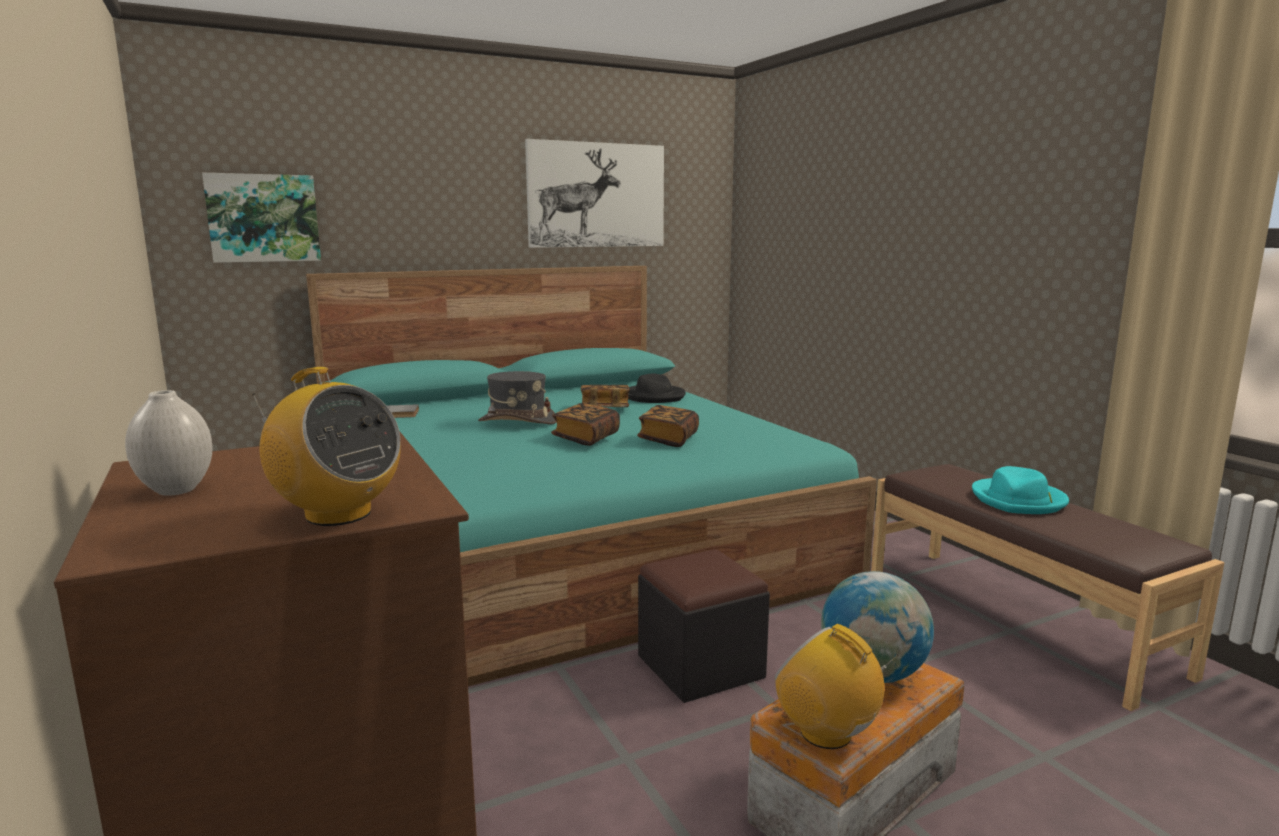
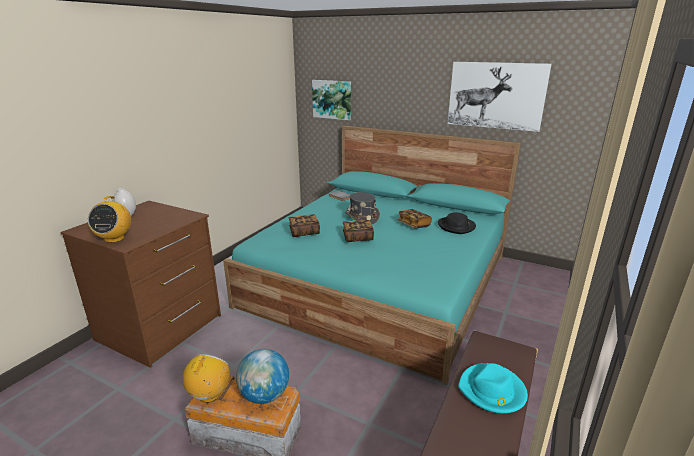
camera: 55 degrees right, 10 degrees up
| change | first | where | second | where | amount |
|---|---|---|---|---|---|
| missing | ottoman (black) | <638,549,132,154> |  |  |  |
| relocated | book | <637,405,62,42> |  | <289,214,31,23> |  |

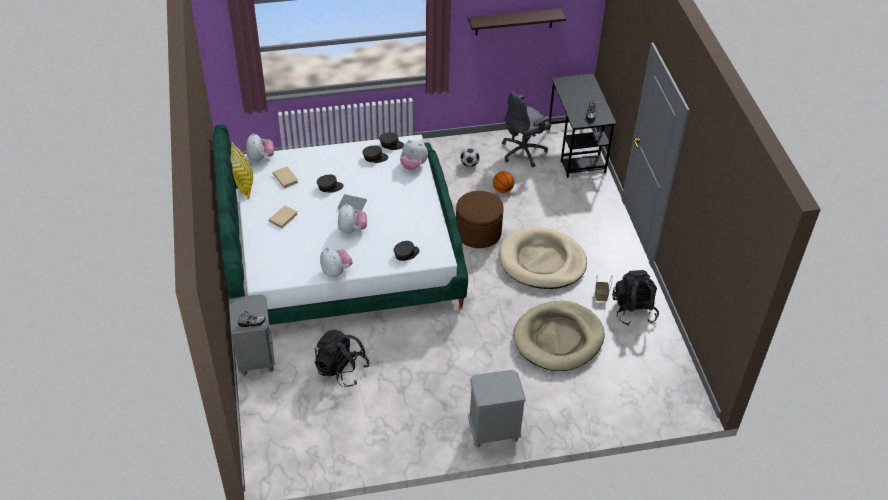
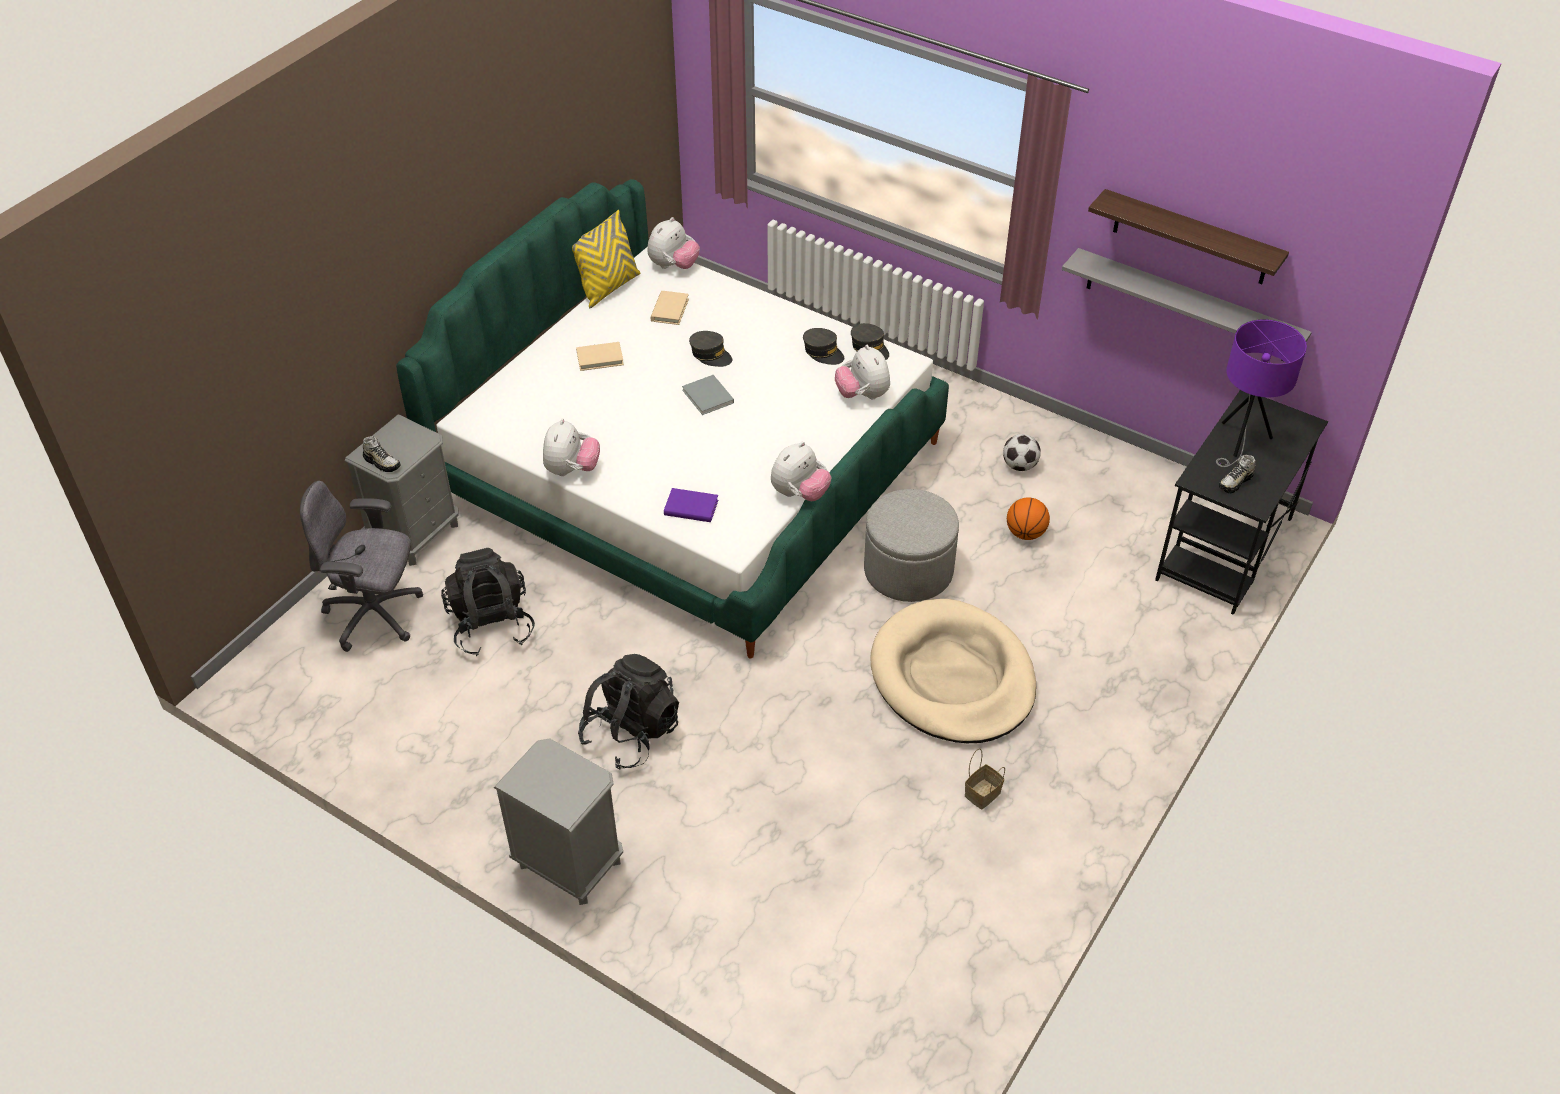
camera: 45 degrees right, 0 degrees up
| change | first | where | second | where | amount |
|---|---|---|---|---|---|
| missing | dog bed (beige) | <513,301,92,70> |  |  |  |
| appeared |  |  | shelf (grey) | <1062,248,250,113> |  |
| appeared |  |  | table lamp (purple) | <1216,319,91,148> |  |
| relocated | plush toy | <338,204,29,30> |  | <771,442,61,59> |  |
| relocated | office chair (grey) | <502,92,49,75> |  | <300,481,123,171> |  |
| relocated | backpack (black) | <612,270,47,56> |  | <578,654,101,116> |  |
| exchanged | cap (grey) | <394,241,26,20> | book (purple) | <664,488,54,34> |  |
| colour | ottoman (brown) | <456,191,48,57> | ottoman (grey) | <864,489,95,113> |  |

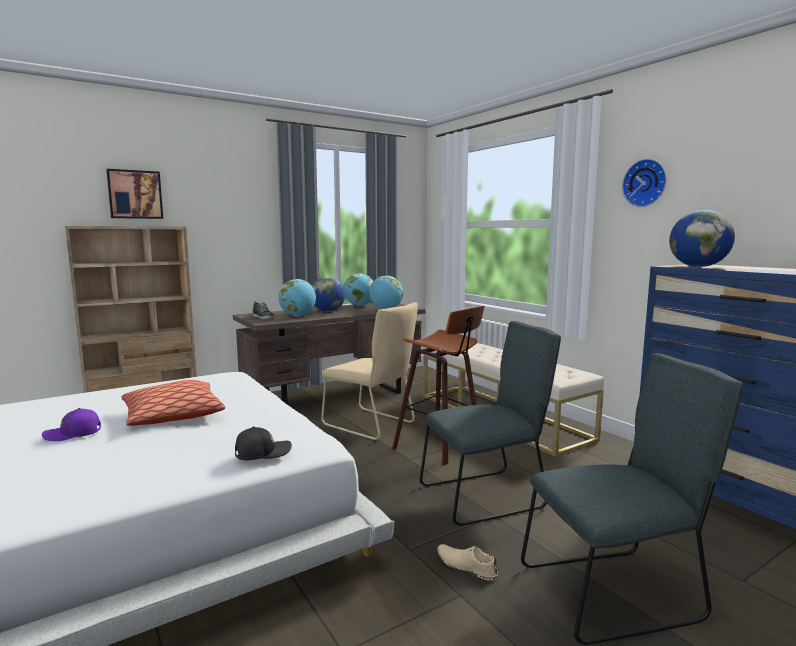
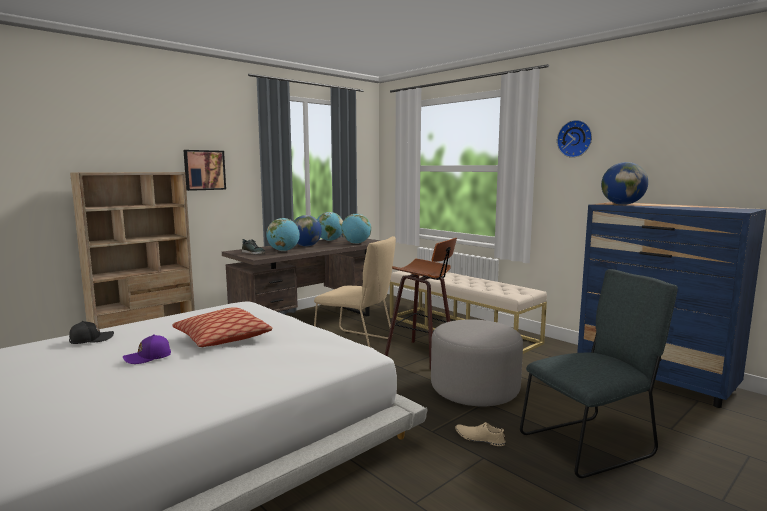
camera: 10 degrees left, 0 degrees up
| change | first | where | second | where | amount |
|---|---|---|---|---|---|
| relocated | picture | <106,169,57,50> |  | <184,150,42,41> |  |
| relocated | cap (black) | <235,426,57,34> |  | <69,321,45,23> |  |
| exchanged | chair (grey) | <420,321,141,205> | ottoman (grey) | <431,319,92,87> |  |

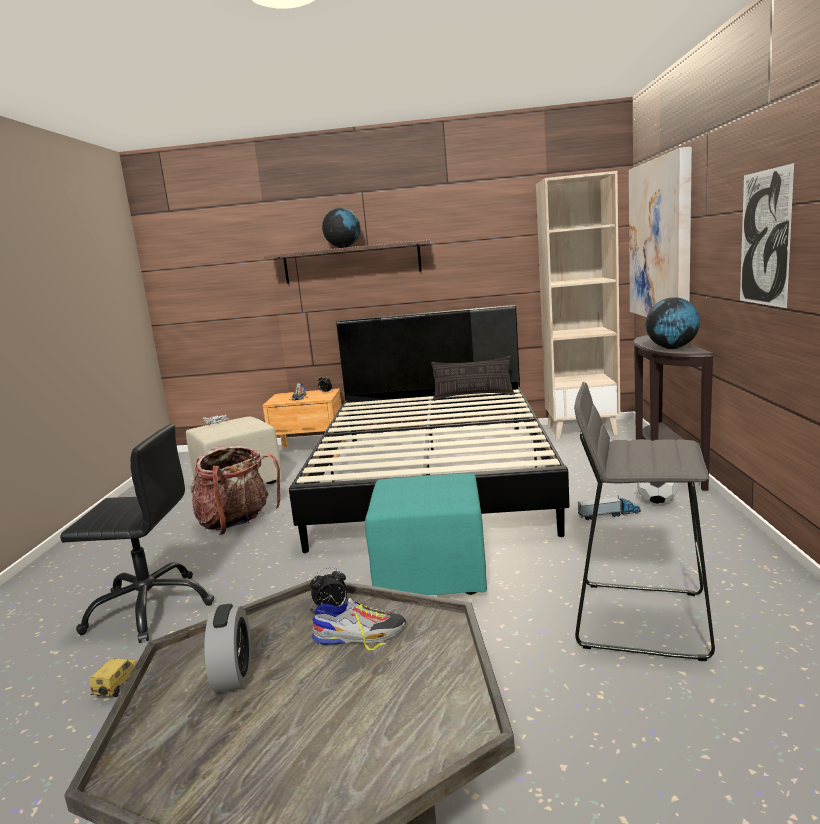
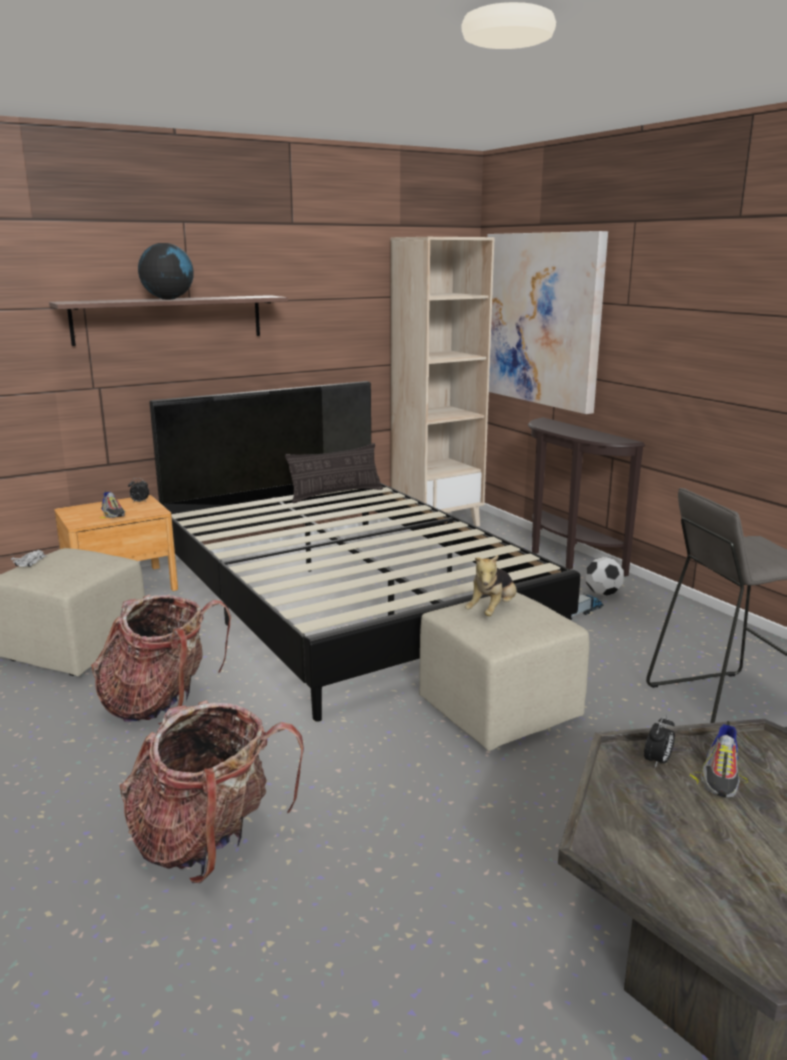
camera: 35 degrees left, 5 degrees up
| change | first | where | second | where | amount |
|---|---|---|---|---|---|
| missing | toy car | <90,658,48,39> |  |  |  |
| missing | alarm clock | <205,604,46,89> |  |  |  |
| missing | globe | <646,297,54,52> |  |  |  |
| missing | picture | <740,163,54,145> |  |  |  |
| appeared |  |  | plush toy | <465,554,52,62> |  |
| exchanged | office chair (black) | <60,424,155,219> | backpack | <120,700,184,183> |  |
| colour | ottoman (turquoise) | <365,473,122,122> | ottoman (beige) | <419,592,171,159> |  |
| spun | shoe | <310,598,96,52> |  | <690,721,58,77> | 150 degrees clockwise |

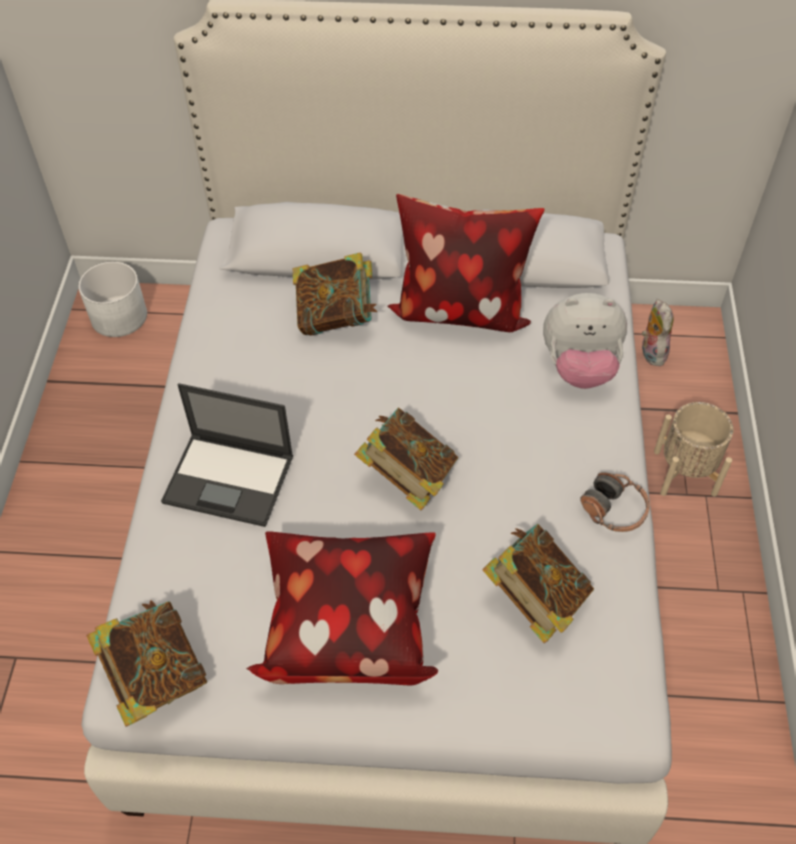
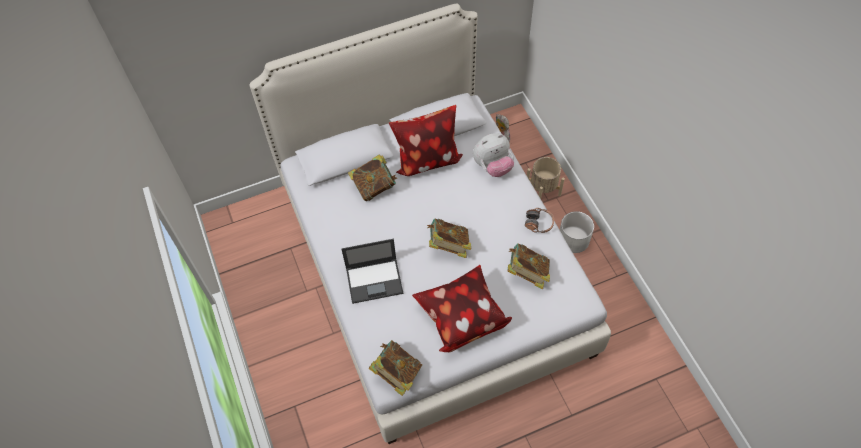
camera: 25 degrees left, 5 degrees up
| change | first | where | second | where | amount |
|---|---|---|---|---|---|
| relocated | planter (white) | <78,261,69,76> |  | <560,211,34,42> |  |

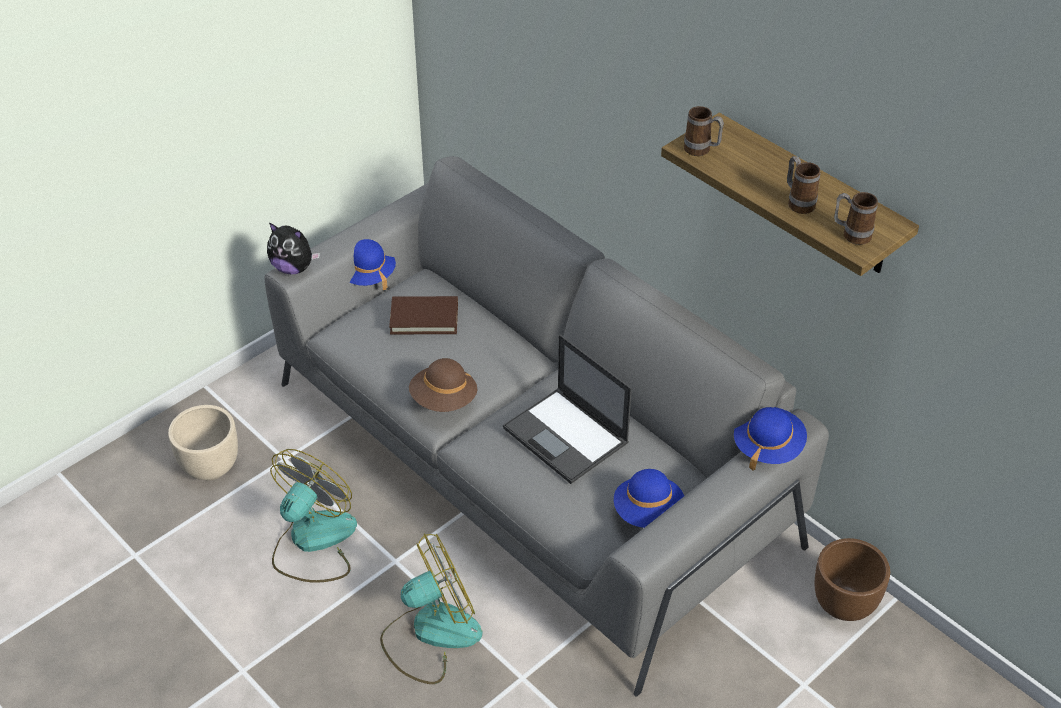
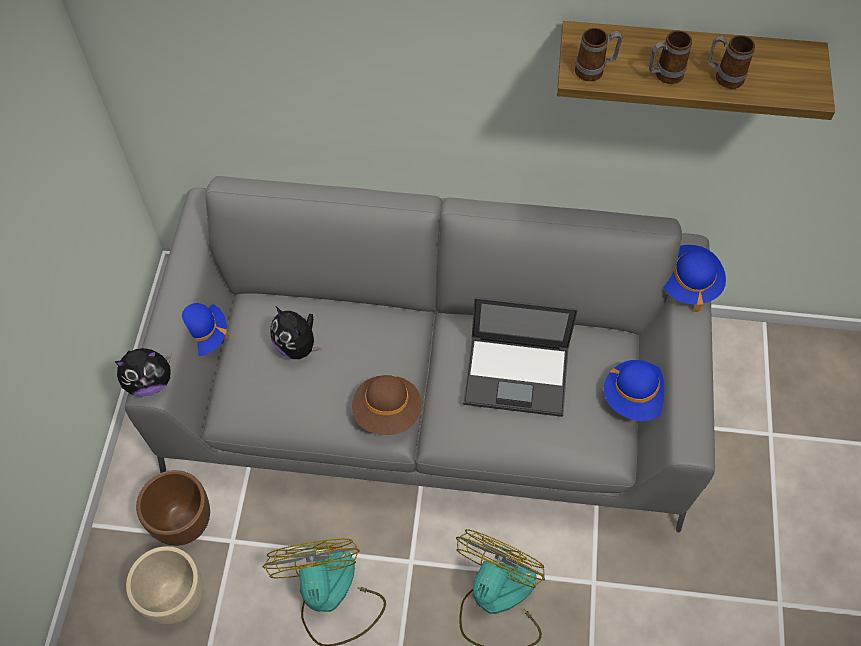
camera: 40 degrees left, 15 degrees up
| change | first | where | second | where | amount |
|---|---|---|---|---|---|
| relocated | planter (brown) | <815,538,75,83> |  | <136,470,74,76> |  |
| relocated | mug | <834,192,44,53> |  | <649,30,43,54> |  |
| exchanged | book (brown) | <389,296,69,38> | plush toy | <270,307,51,52> |  |

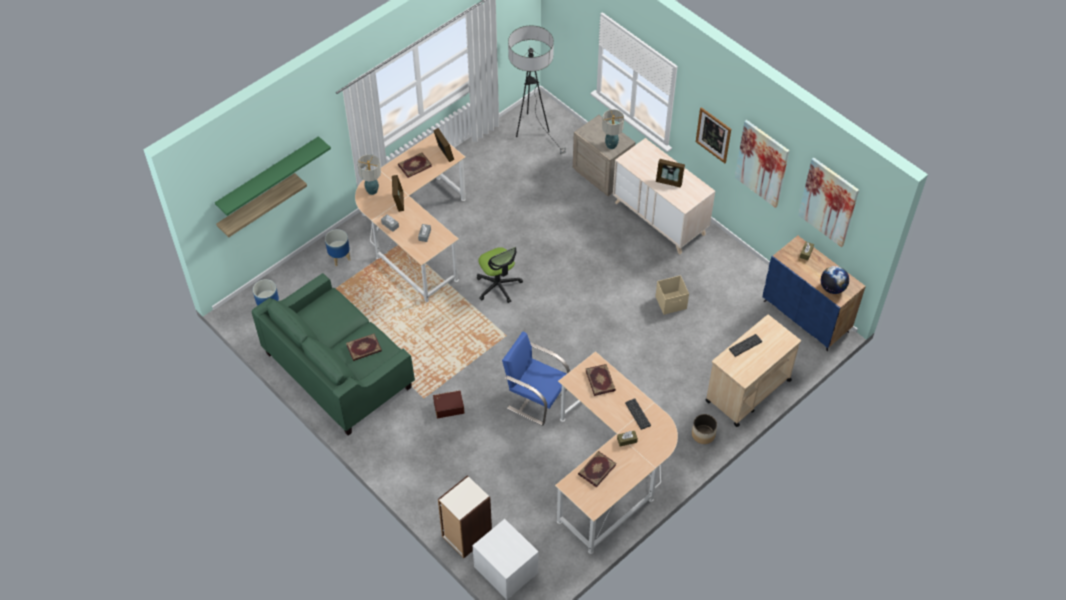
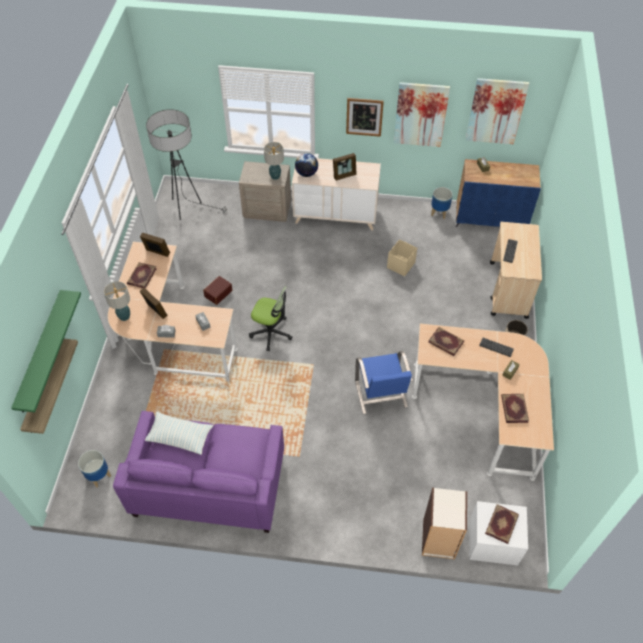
camera: 40 degrees left, 0 degrees up
| change | first | where | second | where | amount |
|---|---|---|---|---|---|
| appeared |  |  | pillow | <145,412,68,43> |  |
| relocated | planter | <325,229,26,37> |  | <431,187,22,32> |  |
| relocated | book | <346,333,36,28> |  | <485,504,34,40> |  |
| relocated | storage box (brown) | <433,390,31,28> |  | <203,276,29,29> |  |
| relocated | globe | <821,266,28,28> |  | <295,153,23,24> |  |
| colour | sofa (green) | <251,273,164,163> | sofa (purple) | <113,411,171,122> |  |
| spun | chair (blue) | <502,332,68,94> |  | <355,351,58,63> | 90 degrees counterclockwise |

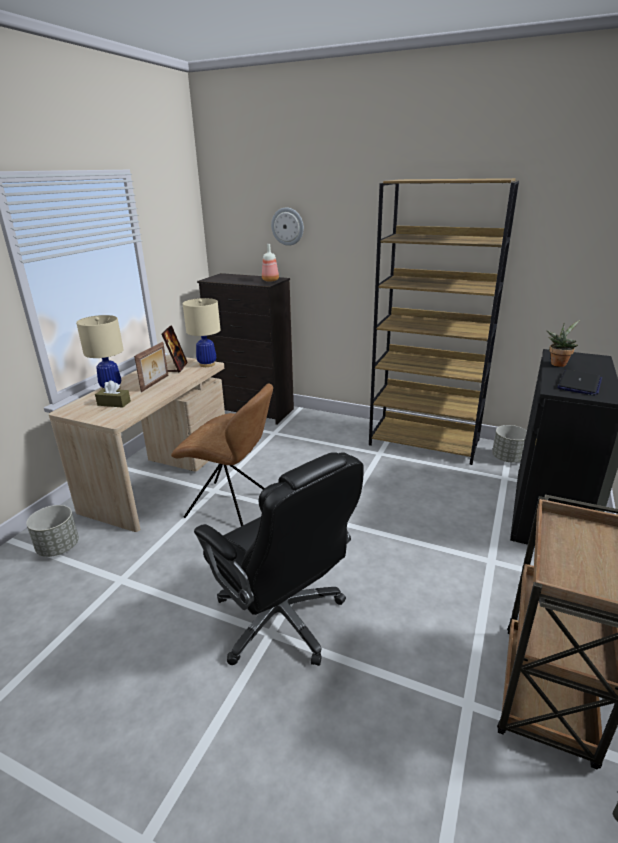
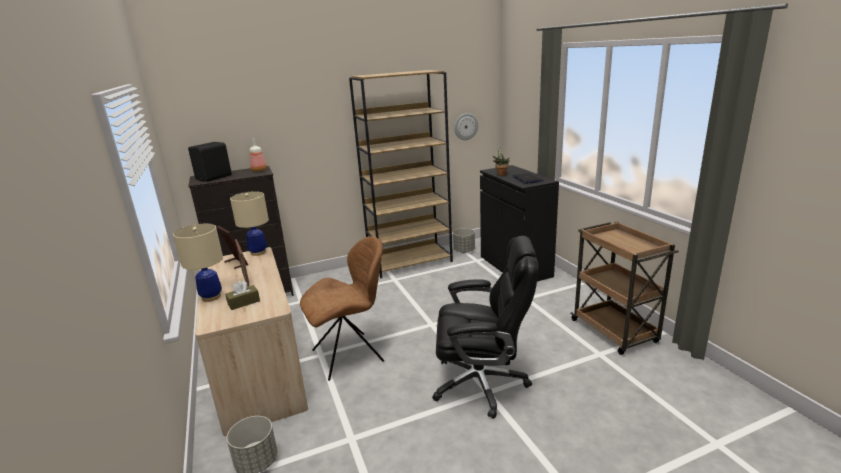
camera: 45 degrees left, 5 degrees down
| change | first | where | second | where | amount |
|---|---|---|---|---|---|
| appeared |  |  | speaker (black) | <188,142,44,40> |  |
| relocated | wall clock | <271,207,33,39> |  | <454,113,24,27> |  |

